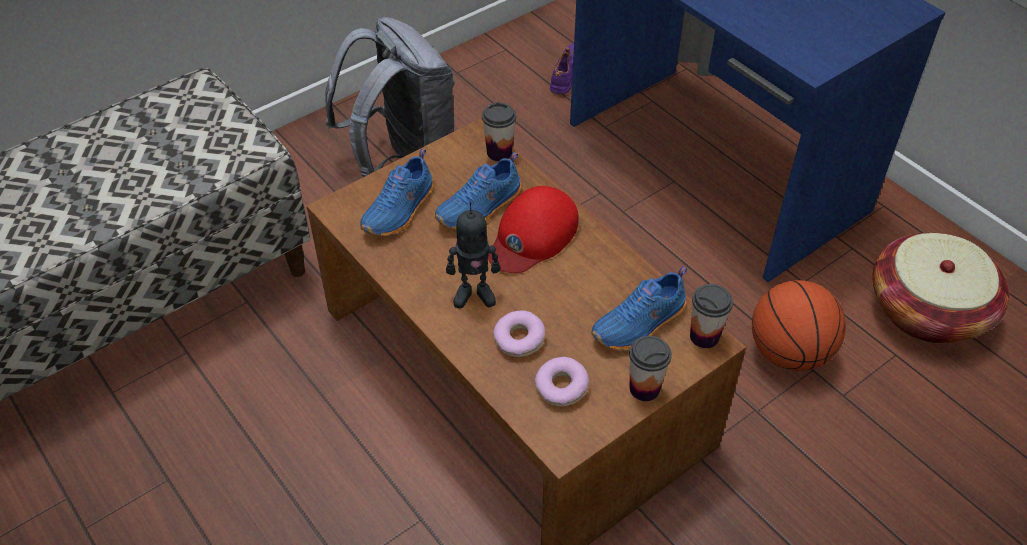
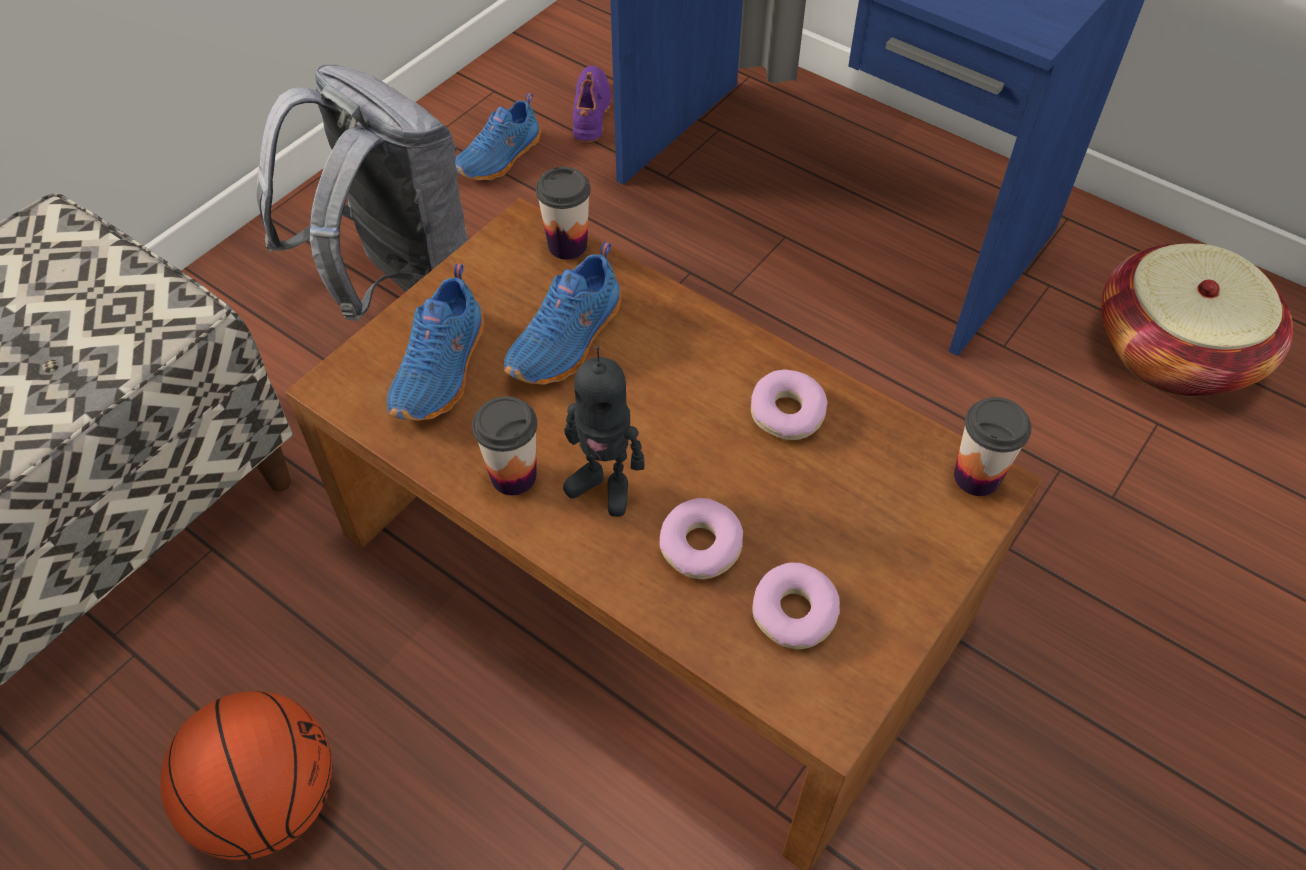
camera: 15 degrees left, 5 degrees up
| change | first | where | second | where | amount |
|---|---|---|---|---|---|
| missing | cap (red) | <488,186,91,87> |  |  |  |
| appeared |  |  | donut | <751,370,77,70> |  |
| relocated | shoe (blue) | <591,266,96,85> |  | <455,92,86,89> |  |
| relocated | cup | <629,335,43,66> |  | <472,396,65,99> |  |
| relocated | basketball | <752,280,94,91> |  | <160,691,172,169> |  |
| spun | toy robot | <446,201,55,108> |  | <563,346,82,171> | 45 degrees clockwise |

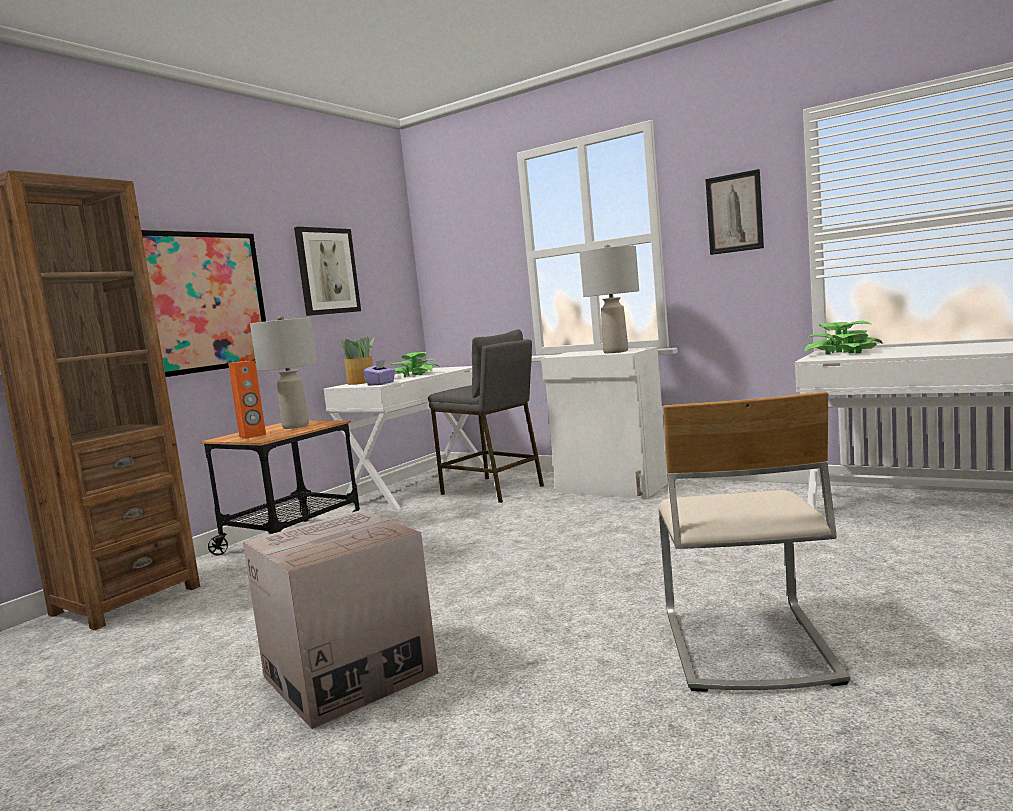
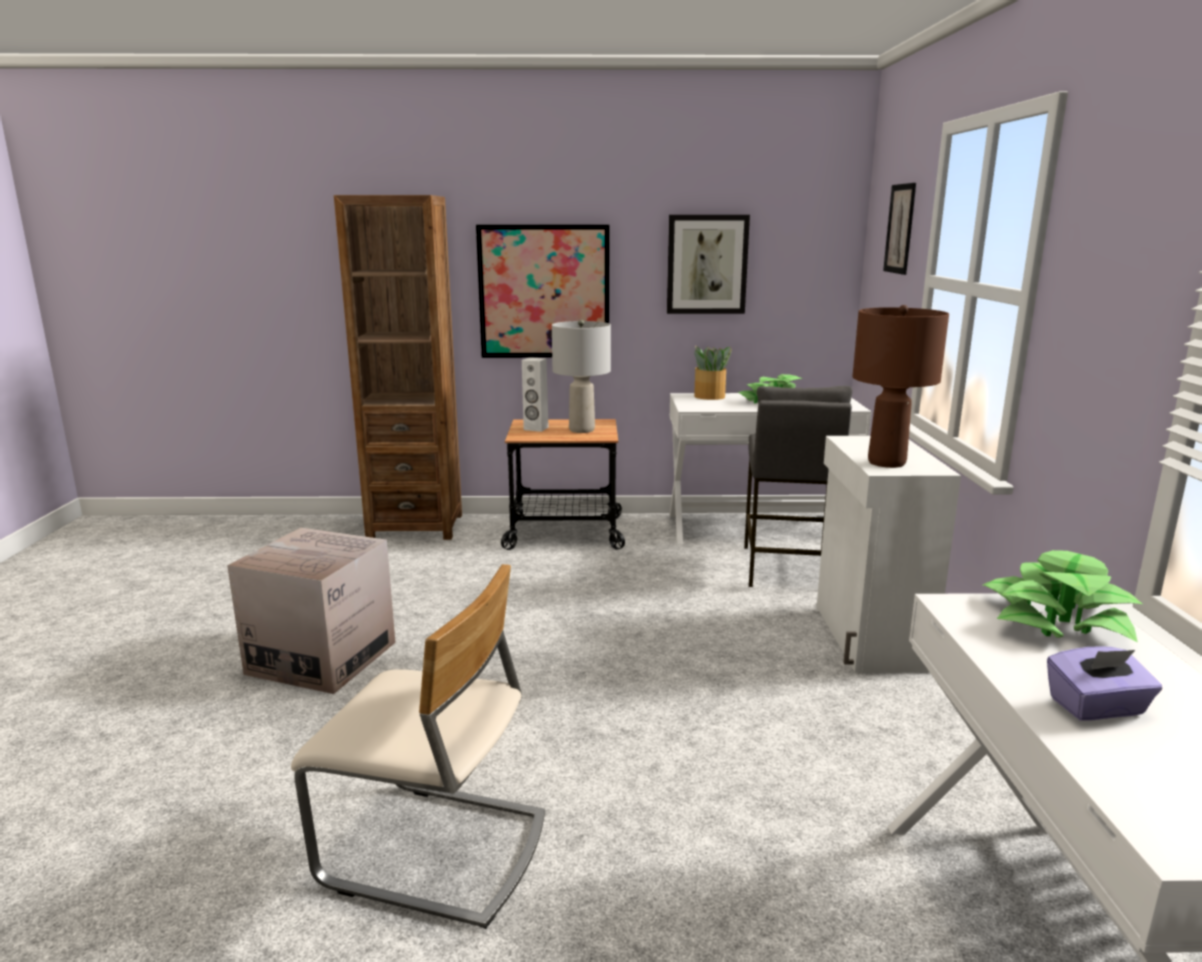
camera: 55 degrees right, 10 degrees up
| change | first | where | second | where | amount |
|---|---|---|---|---|---|
| relocated | tissue box (purple) | <363,360,33,26> |  | <1047,646,115,75> |  |
| relocated | picture | <705,169,59,86> |  | <883,183,33,92> |  |
| colour | speaker (orange) | <228,360,38,79> | speaker (white) | <522,357,27,75> |  |
| colour | table lamp (grey) | <580,245,59,108> | table lamp (brown) | <852,305,97,163> |  |
| spun | chair (beige) | <658,392,192,300> |  | <291,564,254,365> | 135 degrees counterclockwise |

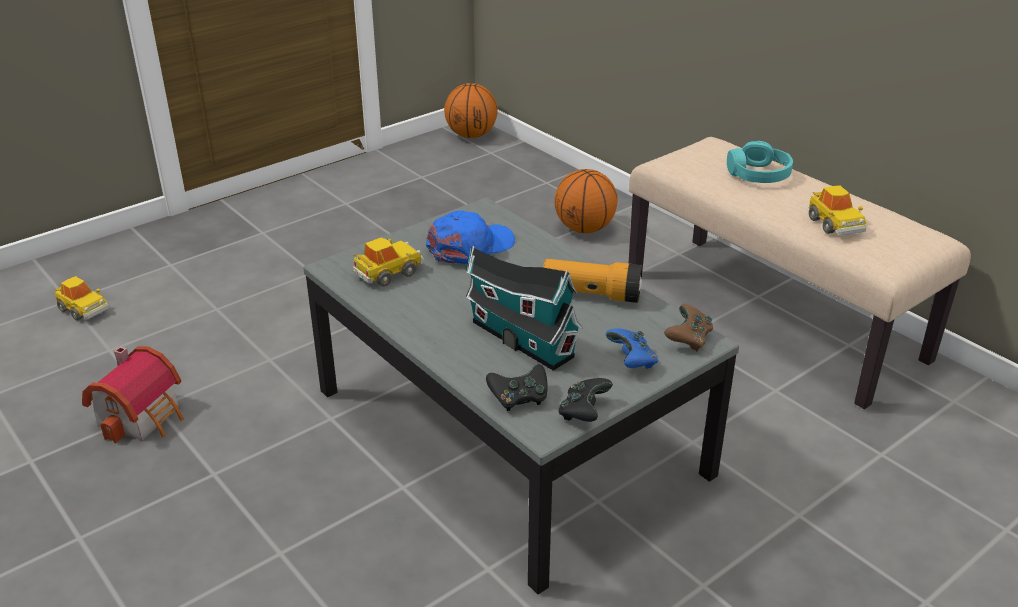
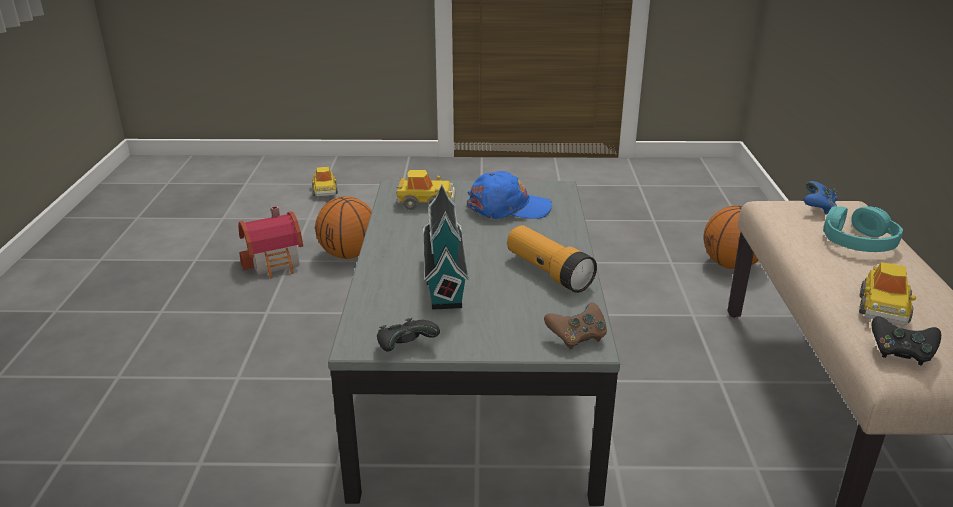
camera: 40 degrees right, 5 degrees down
| change | first | where | second | where | amount |
|---|---|---|---|---|---|
| relocated | basketball | <444,83,54,55> |  | <315,196,57,63> |  |
| relocated | game controller (black) | <486,364,61,47> |  | <872,316,69,49> |  |
| relocated | game controller (blue) | <606,328,52,41> |  | <804,181,34,33> |  |

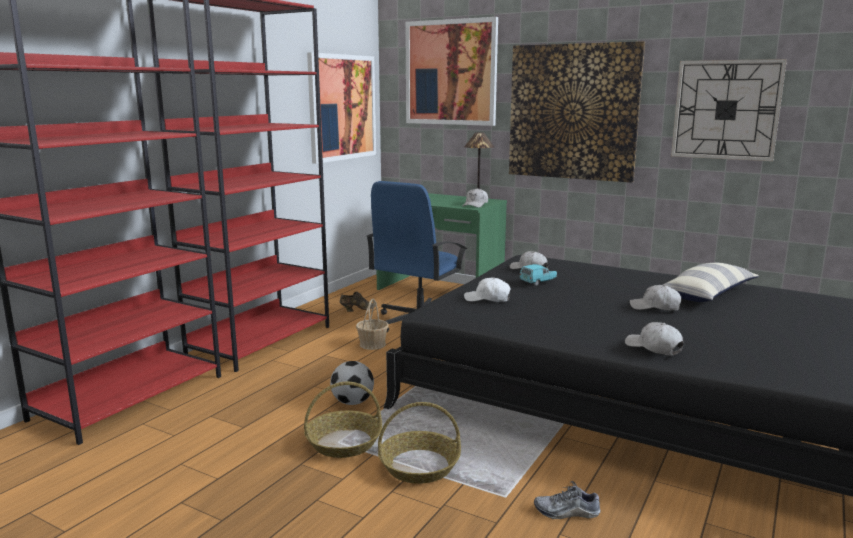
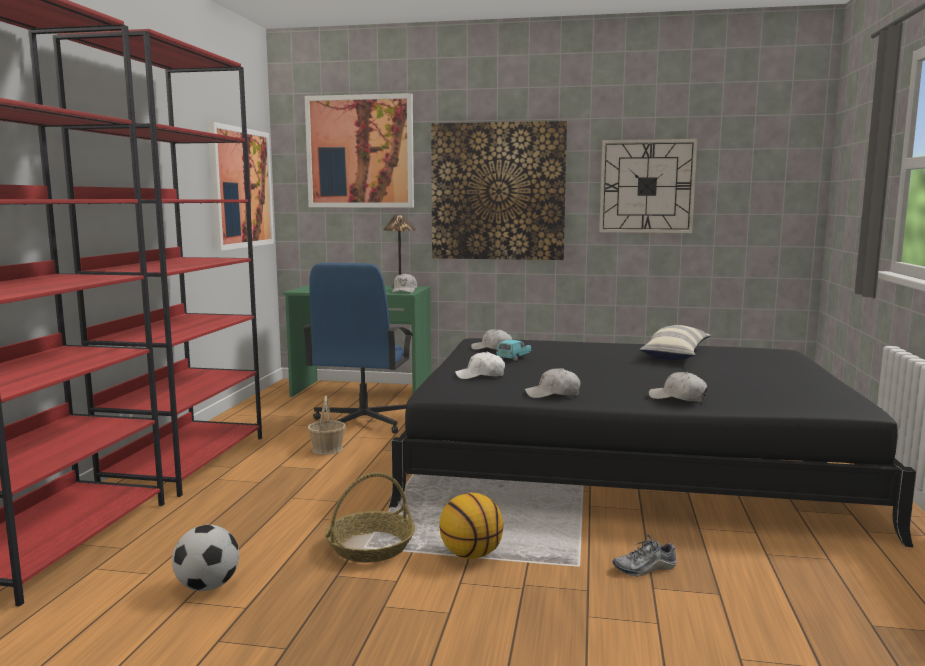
camera: 20 degrees left, 5 degrees down
| change | first | where | second | where | amount |
|---|---|---|---|---|---|
| missing | shoe (brown) | <340,292,36,20> |  |  |  |
| relocated | football | <330,361,44,44> |  | <172,525,67,66> |  |
| relocated | cap (white) | <629,285,53,26> |  | <525,368,56,30> |  |
| exchanged | basket | <378,402,83,82> | basketball | <440,493,63,66> |  |

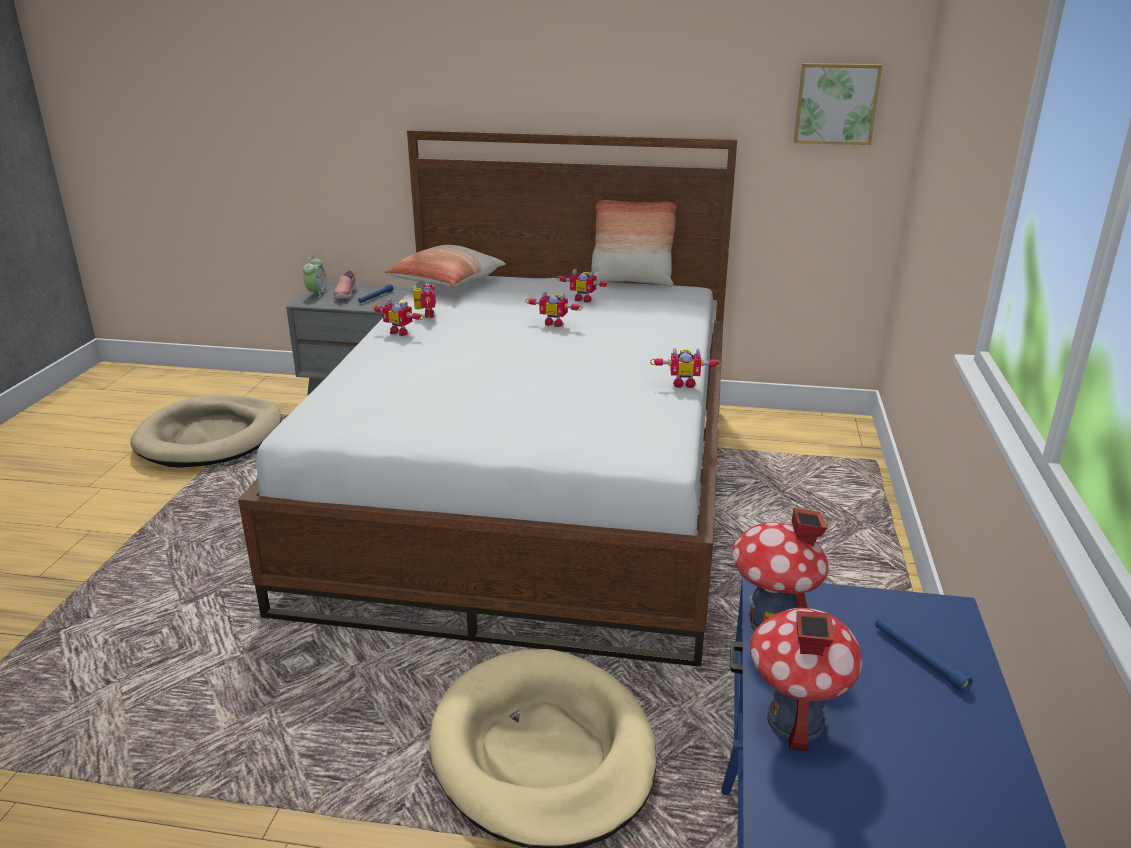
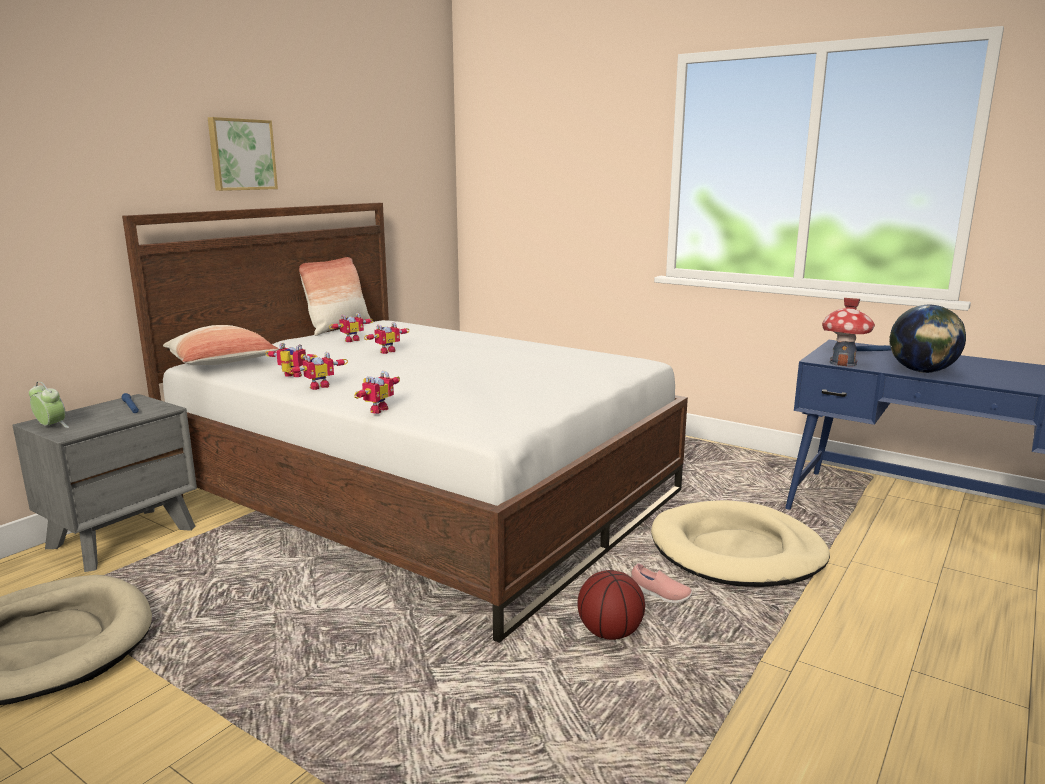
camera: 65 degrees left, 10 degrees down
| change | first | where | second | where | amount |
|---|---|---|---|---|---|
| appeared |  |  | basketball | <577,570,68,70> |  |
| relocated | shoe (pink) | <334,270,23,29> |  | <631,563,61,40> |  |
| relocated | toy robot | <650,348,72,40> |  | <354,371,46,43> |  |
| relocated | picture | <794,63,88,82> |  | <208,117,70,74> |  |
| exchanged | toy house | <750,608,112,143> | globe | <889,305,77,68> |  |

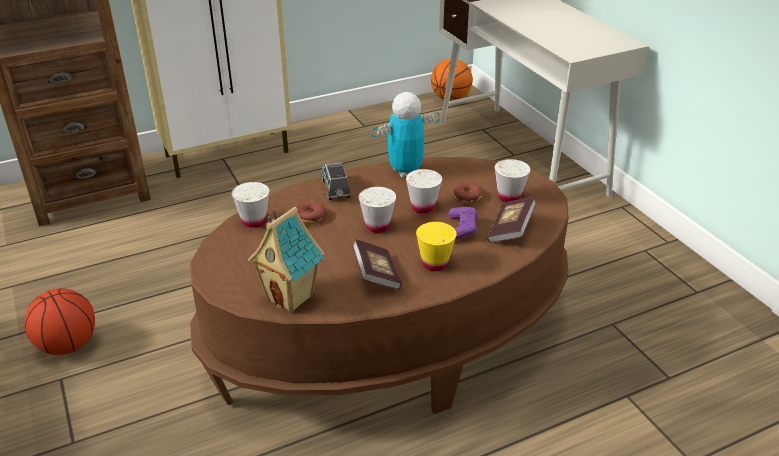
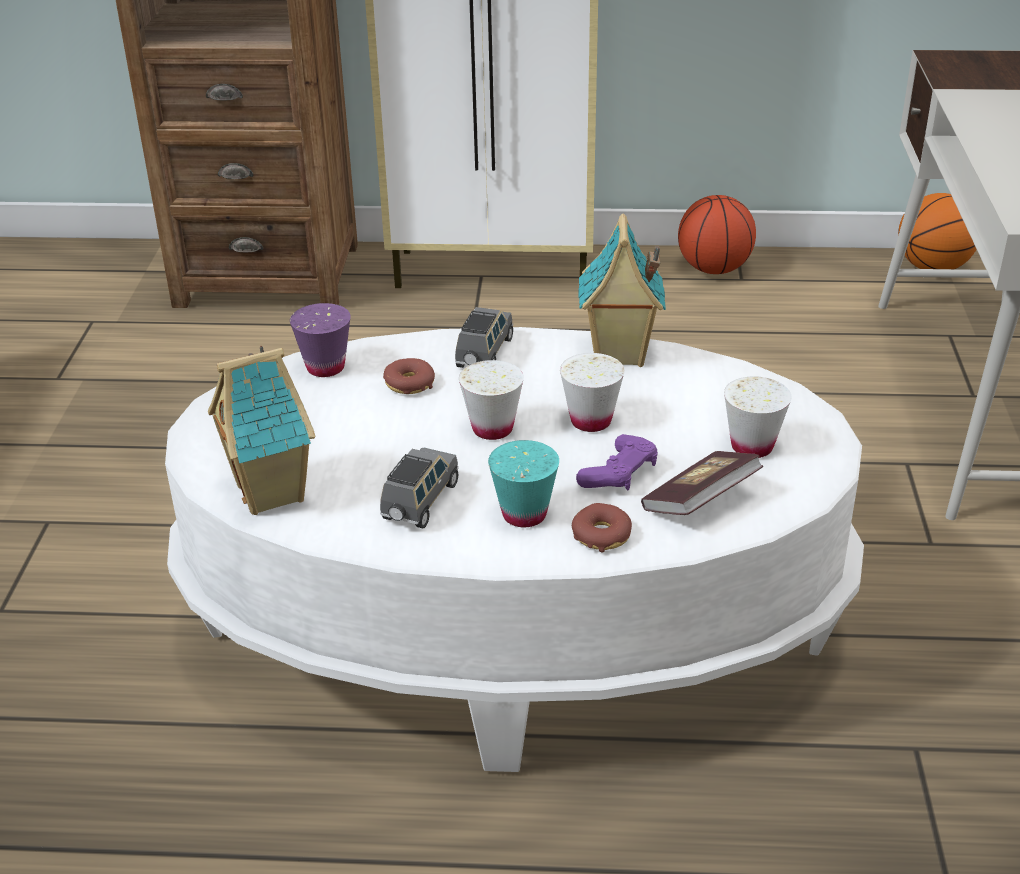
camera: 30 degrees right, 0 degrees up
| change | first | where | second | where | amount |
|---|---|---|---|---|---|
| relocated | basketball | <24,288,71,67> |  | <678,195,78,79> |  |
| relocated | donut | <453,182,29,21> |  | <572,503,60,49> |  |
| exchanged | book | <352,239,50,51> | toy car (grey) | <380,448,79,80> |  |
| exchanged | toy robot | <372,92,68,85> | toy house | <578,214,88,153> |  |
| colour | coffee table (brown) | <190,157,379,257> | coffee table (white) | <165,327,699,445> |  |
| colour | cup (white) | <232,182,37,46> | cup (purple) | <290,303,61,74> |  |
| colour | cup (yellow) | <416,222,40,49> | cup (turquoise) | <488,440,71,87> |  |

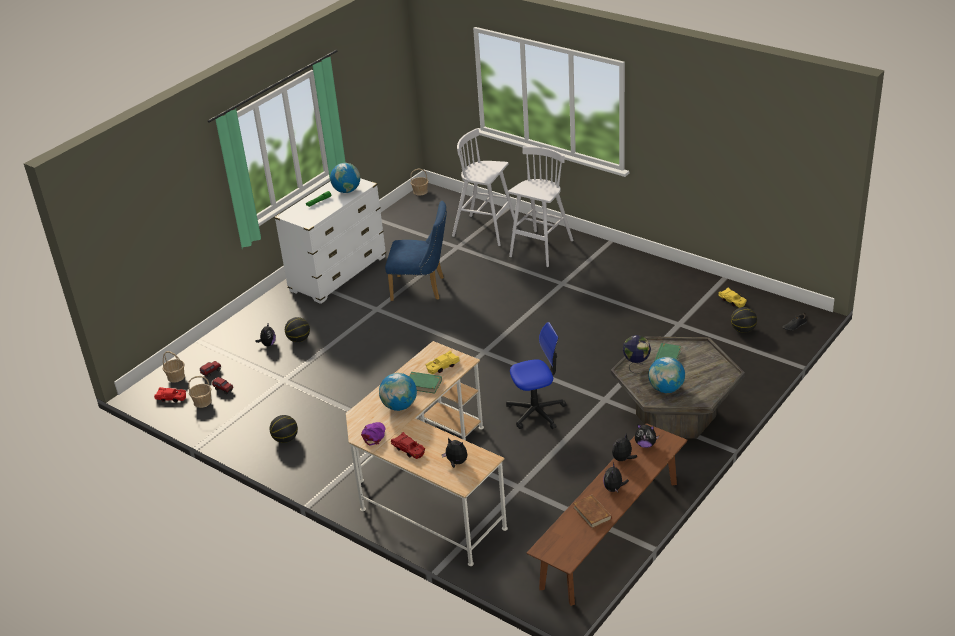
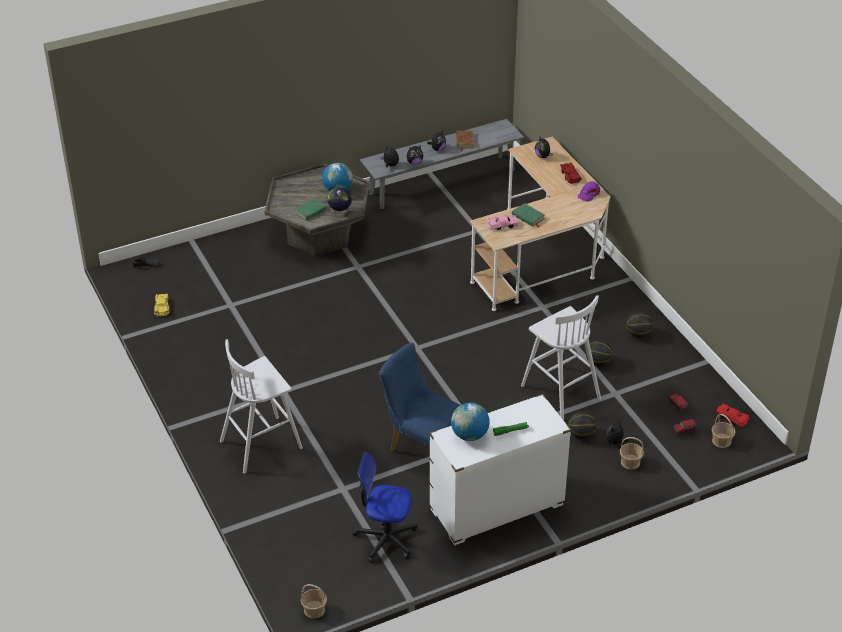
camera: 155 degrees left, 5 degrees up
| change | first | where | second | where | amount |
|---|---|---|---|---|---|
| missing | globe | <379,373,38,38> |  |  |  |
| relocated | basket | <188,376,24,32> |  | <620,437,24,33> |  |
| relocated | stool (white) | <452,128,63,118> |  | <521,295,80,125> |  |
| relocated | office chair | <506,322,61,107> |  | <353,452,65,111> |  |
| relocated | basketball | <731,307,26,26> |  | <586,340,27,26> |  |
| colour | toy car (yellow) | <426,351,34,23> | toy car (pink) | <488,215,31,15> |  |
| colour | bench (brown) | <527,423,160,183> | bench (grey) | <360,119,164,90> |  |

